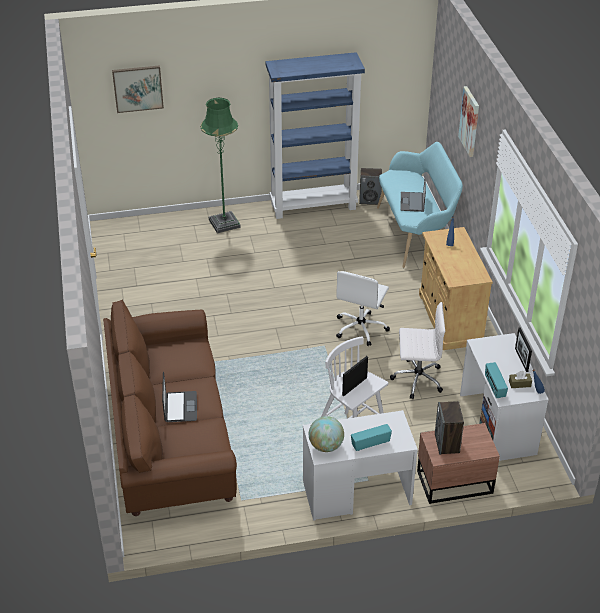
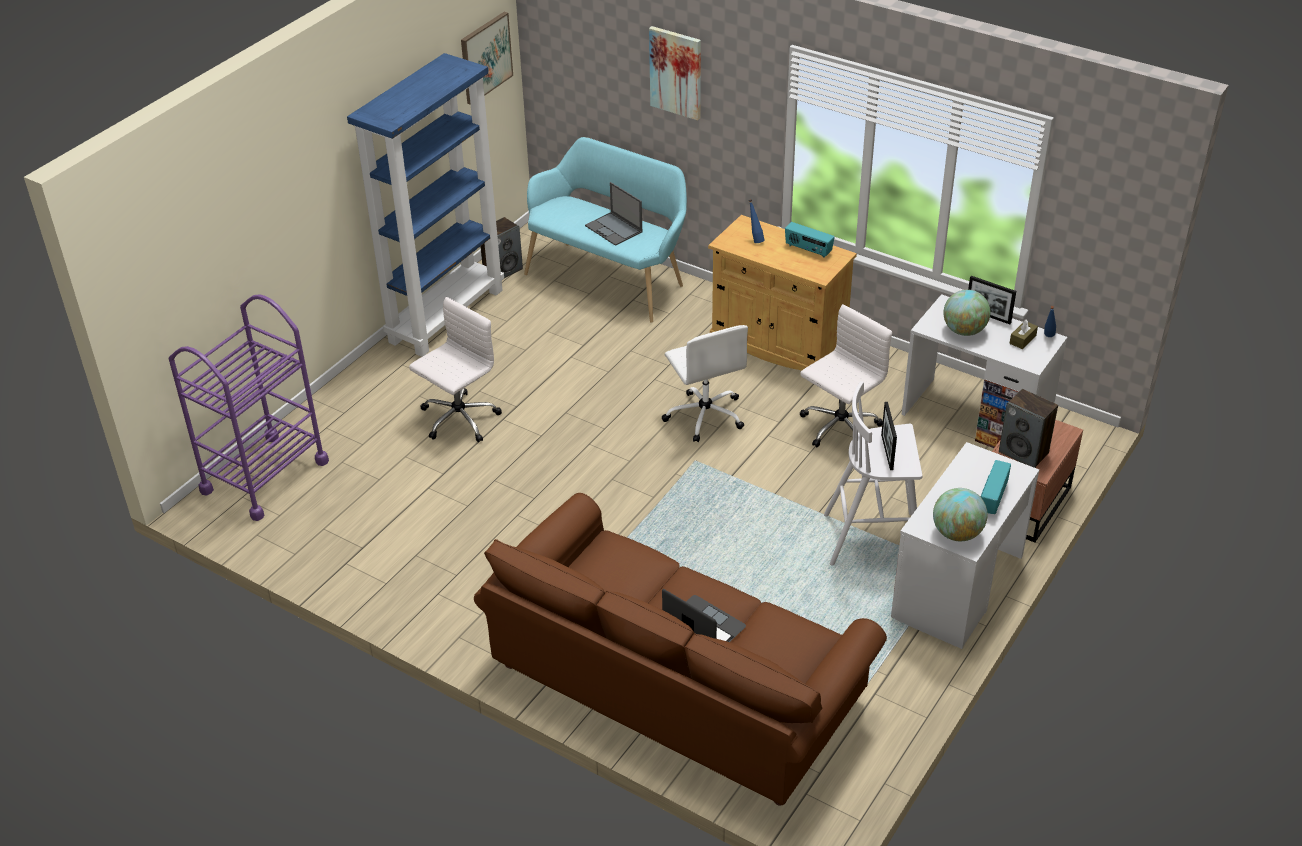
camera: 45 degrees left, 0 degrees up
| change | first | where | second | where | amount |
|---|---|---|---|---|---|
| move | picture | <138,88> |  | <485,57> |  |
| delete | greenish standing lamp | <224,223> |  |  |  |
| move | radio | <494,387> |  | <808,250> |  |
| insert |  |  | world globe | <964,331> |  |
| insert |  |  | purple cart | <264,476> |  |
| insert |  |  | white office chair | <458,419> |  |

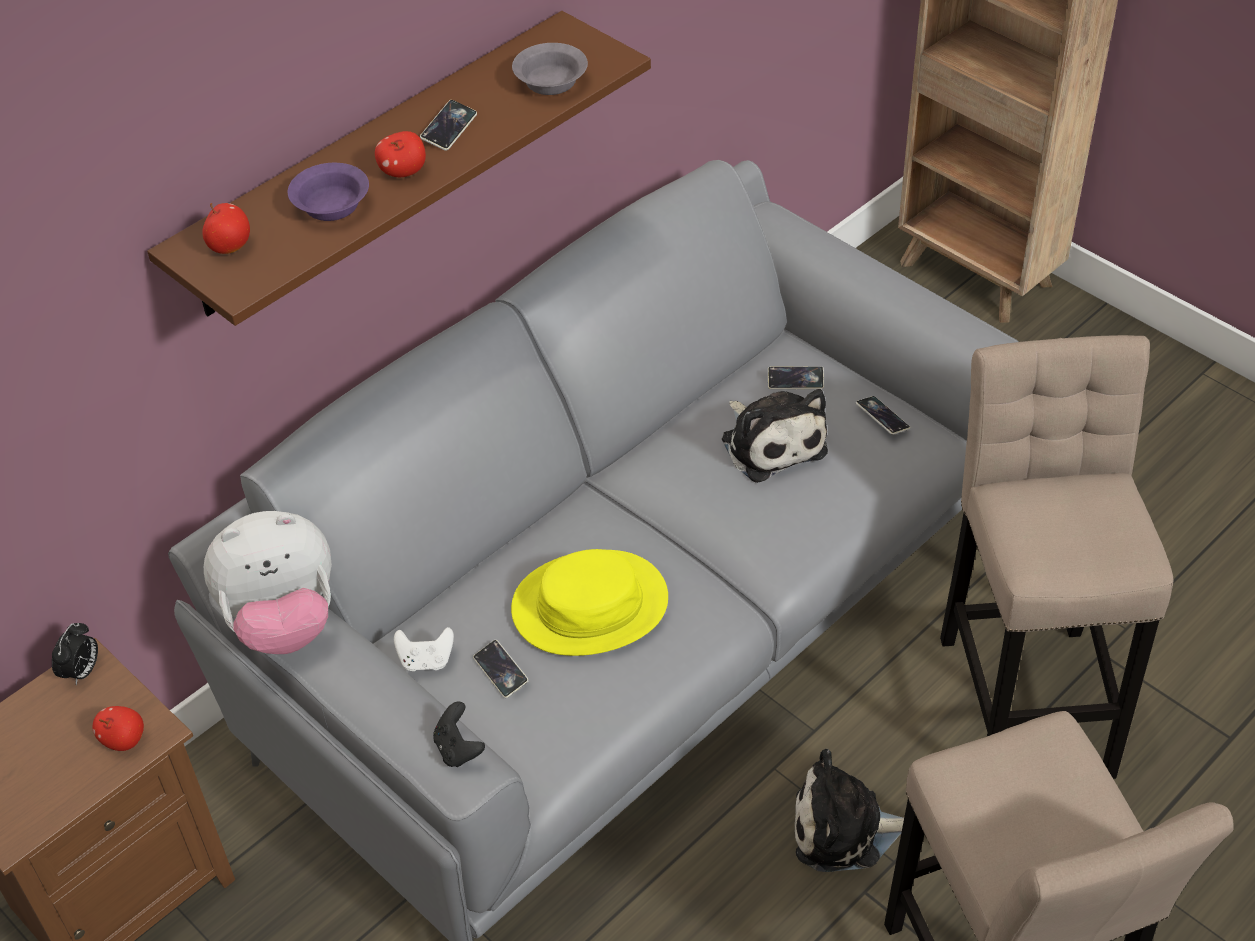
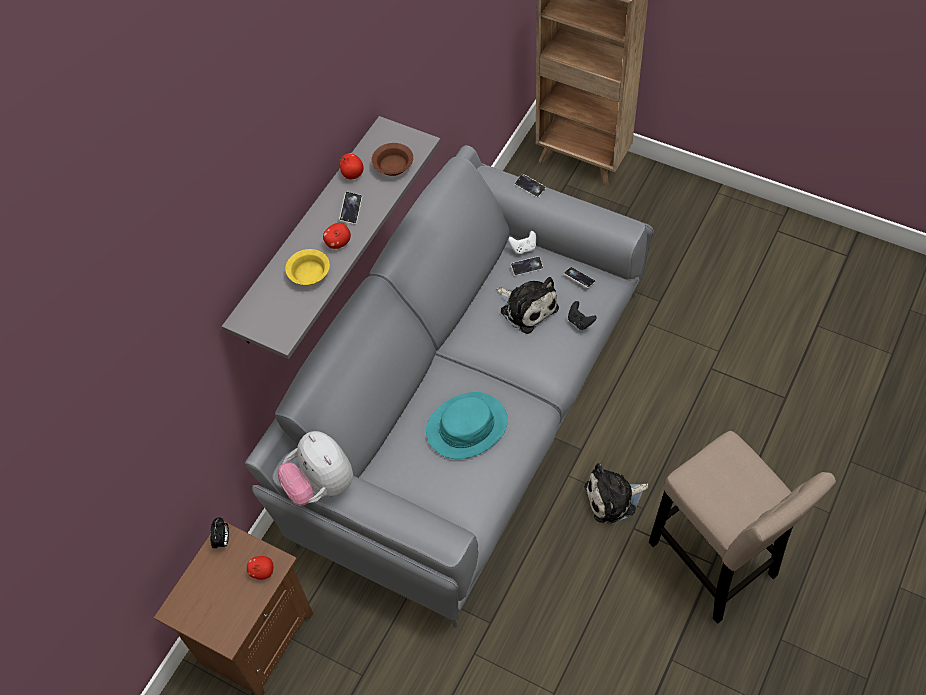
camera: 15 degrees left, 10 degrees up
| change | first | where | second | where | amount |
|---|---|---|---|---|---|
| recolor | brown wall shelf | <376,165> | grey wall shelf | <309,233> |  |
| recolor | grey bowl | <550,83> | brown bowl | <393,167> |  |
| recolor | purple bowl | <331,205> | yellow bowl | <308,273> |  |
| move | apple fruit | <230,246> |  | <352,174> |  |
| delete | beige sitting stool | <1026,694> |  |  |  |
| rotate | soft toy | <283,622> |  | <320,485> | 90 degrees clockwise |
| recolor | yellow clothing hat | <589,604> | blue-green clothing hat | <466,426> |  |
| move | white gamepad | <426,660> |  | <523,248> |  |
| move | handset | <501,671> |  | <530,187> |  |
| move | blackish gamepad | <458,749> |  | <580,322> |  |

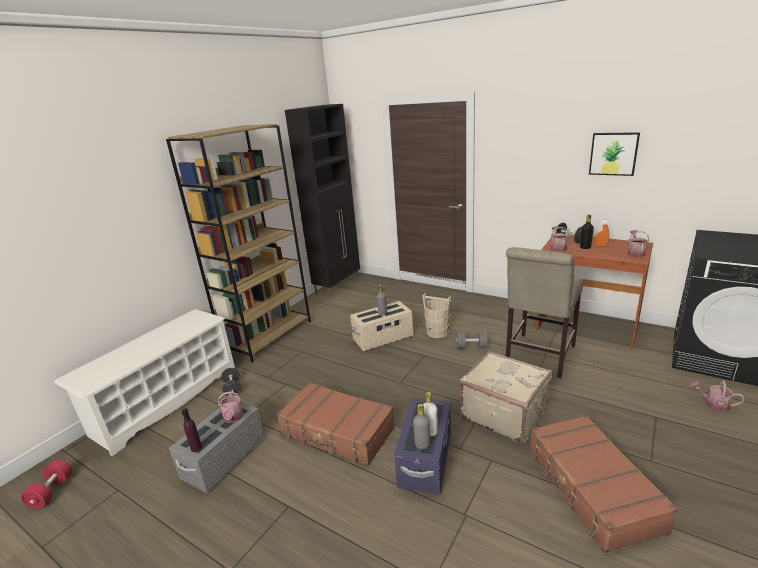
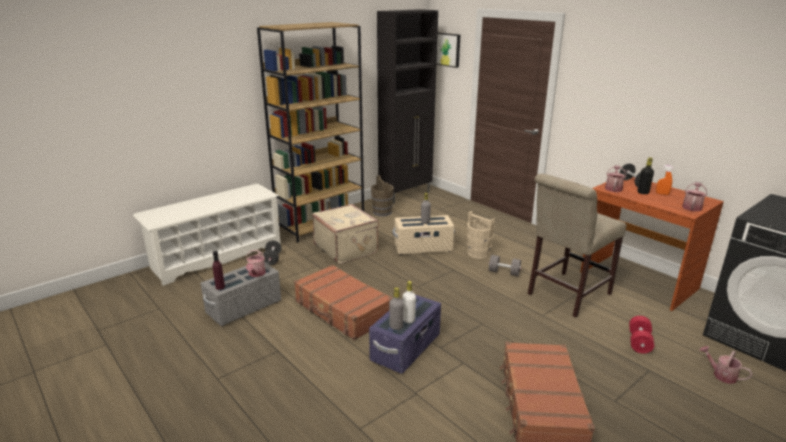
camera: 15 degrees right, 0 degrees up
| change | first | where | second | where | amount |
|---|---|---|---|---|---|
| move | picture | <613,153> |  | <448,49> |  |
| move | beige travel case | <504,413> |  | <346,248> |  |
| move | red hand weight | <52,491> |  | <639,342> |  |
| insert |  |  | brown bucket | <382,212> |  |

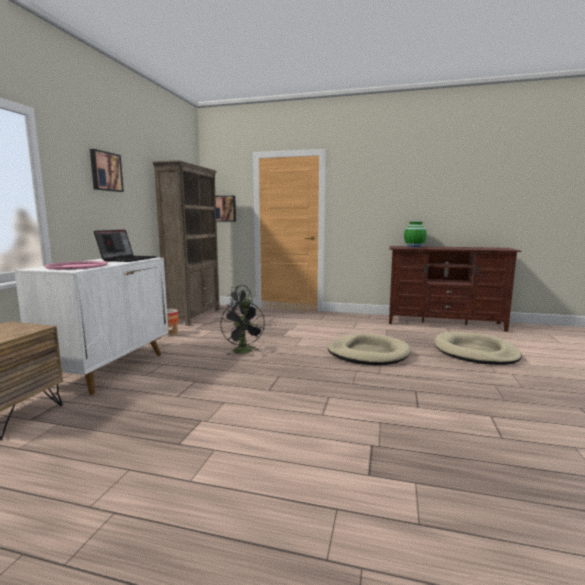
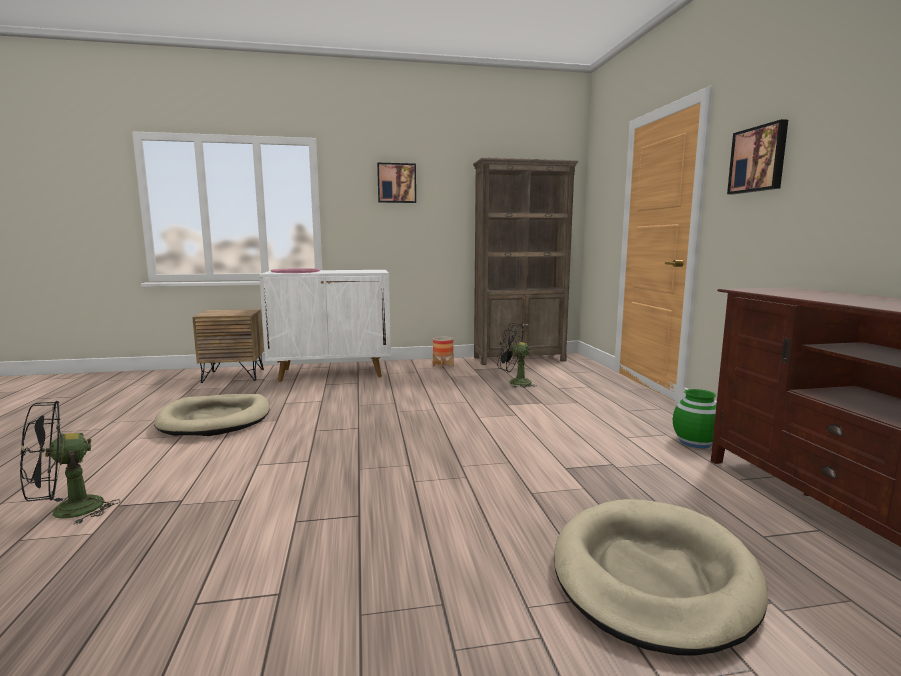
camera: 65 degrees right, 0 degrees up
| change | first | where | second | where | amount |
|---|---|---|---|---|---|
| move | picture | <224,208> |  | <759,159> |  |
| move | greenish decorative vase | <414,246> |  | <695,442> |  |
| delete | laptop | <127,259> |  |  |  |
| move | blackish fan | <244,352> |  | <66,512> |  |
| move | beige dog cushion | <368,353> |  | <216,419> |  |

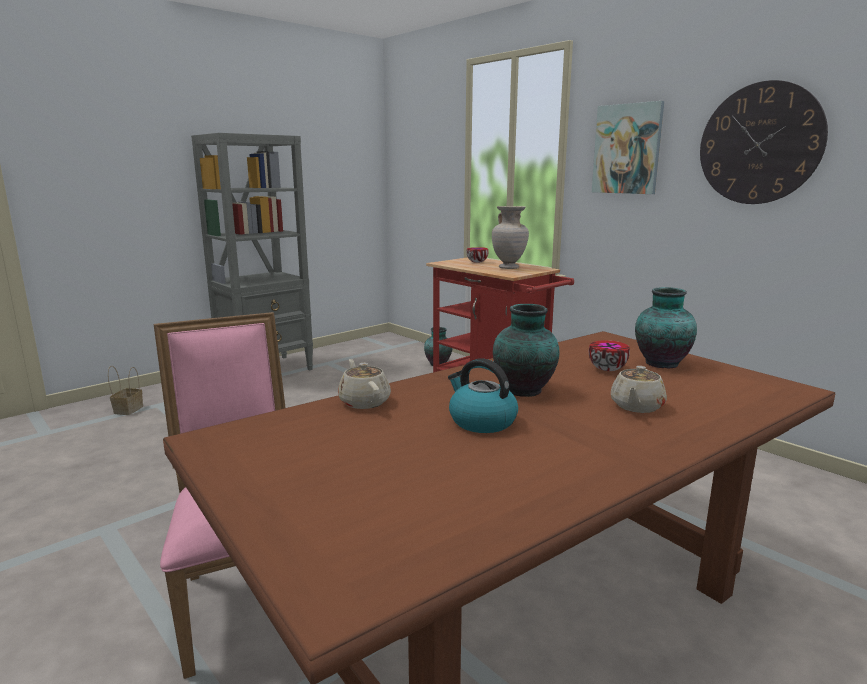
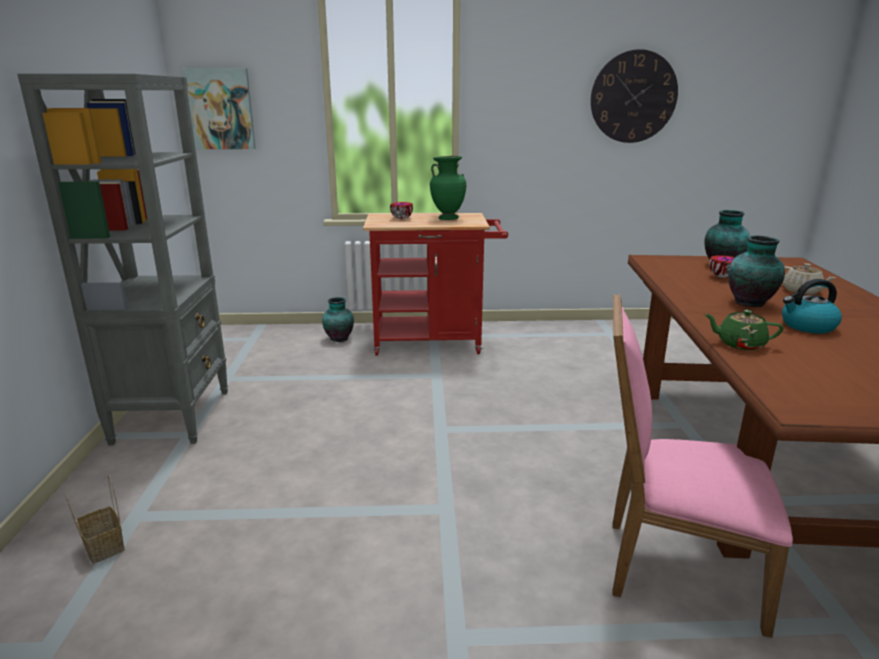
camera: 50 degrees left, 5 degrees up
| change | first | where | second | where | amount |
|---|---|---|---|---|---|
| move | picture | <627,149> |  | <220,109> |  |
| recolor | beige decorative vase | <509,268> | greenish decorative vase | <448,218> |  |
| recolor | beige teapot | <364,402> | greenish teapot | <739,344> |  |

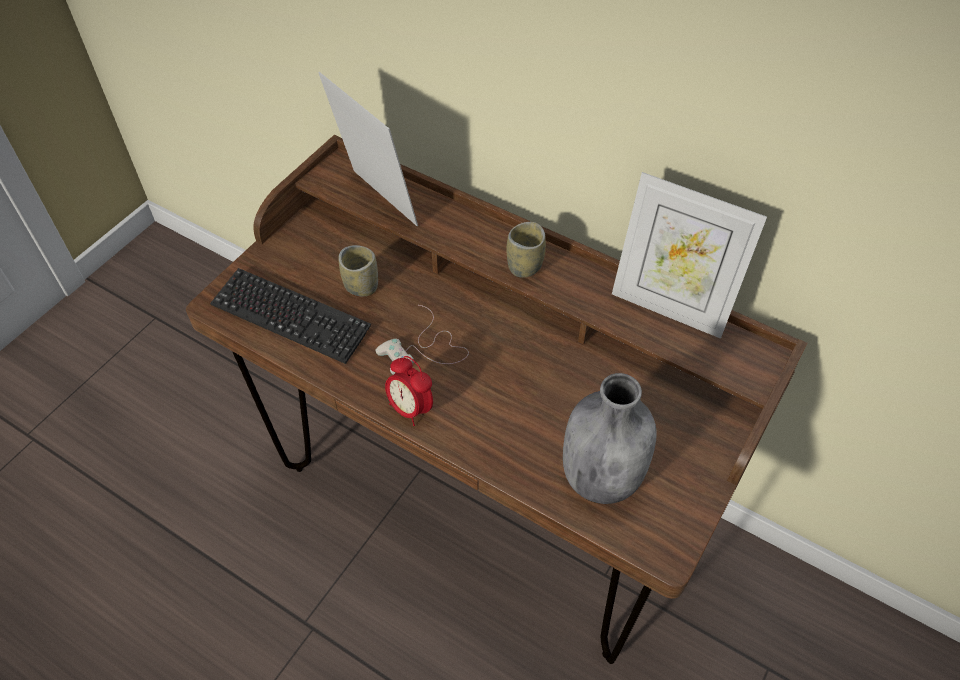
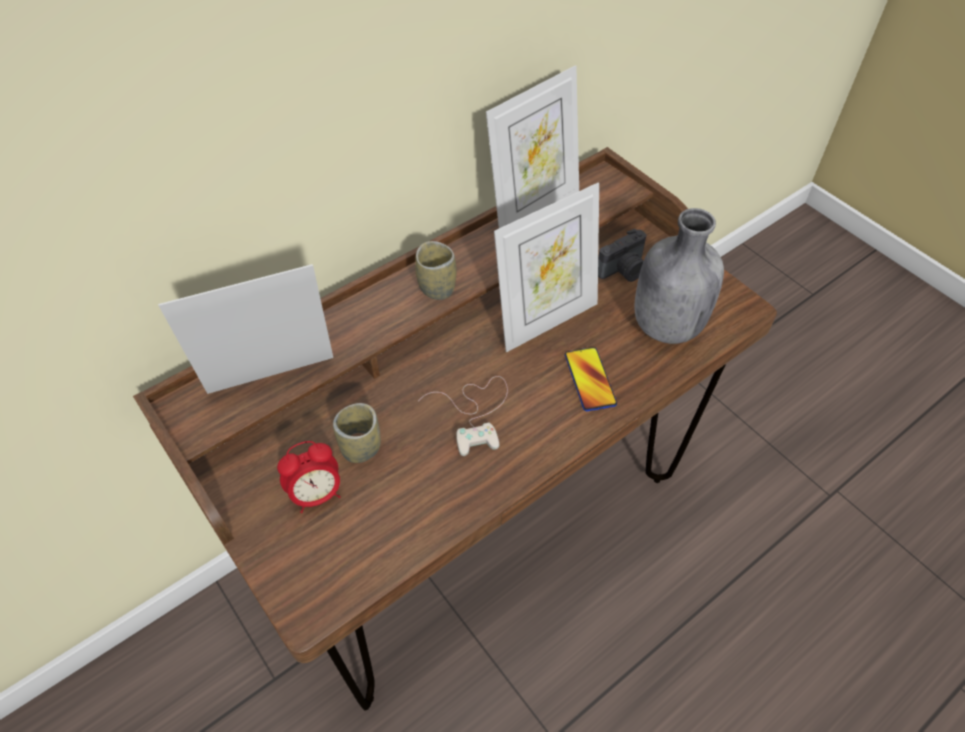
camera: 70 degrees left, 0 degrees up
| change | first | where | second | where | amount |
|---|---|---|---|---|---|
| delete | computer keyboard | <290,317> |  |  |  |
| move | bedside clock | <410,408> |  | <317,495> |  |
| insert |  |  | standing frame | <545,320> |  |
| insert |  |  | photo camera | <623,270> |  |
| insert |  |  | handset | <590,379> |  |

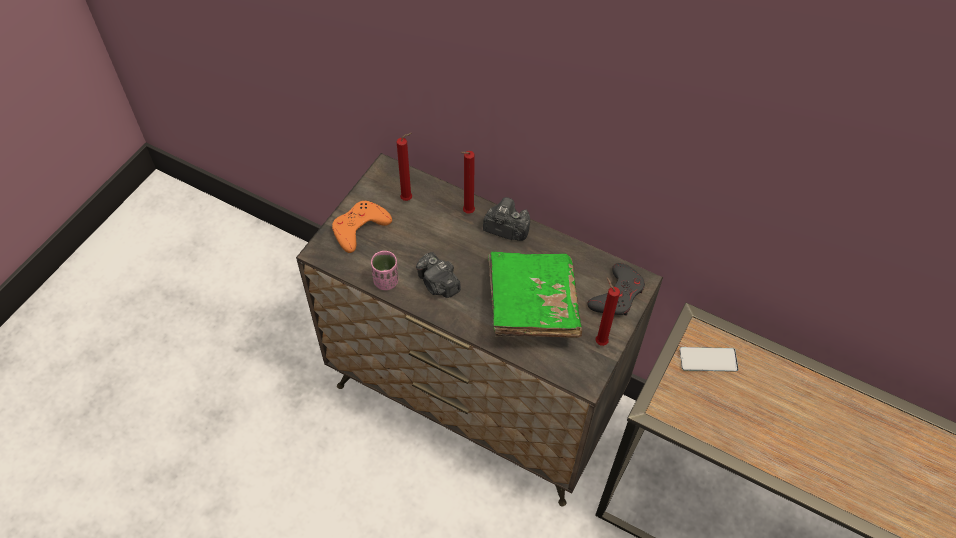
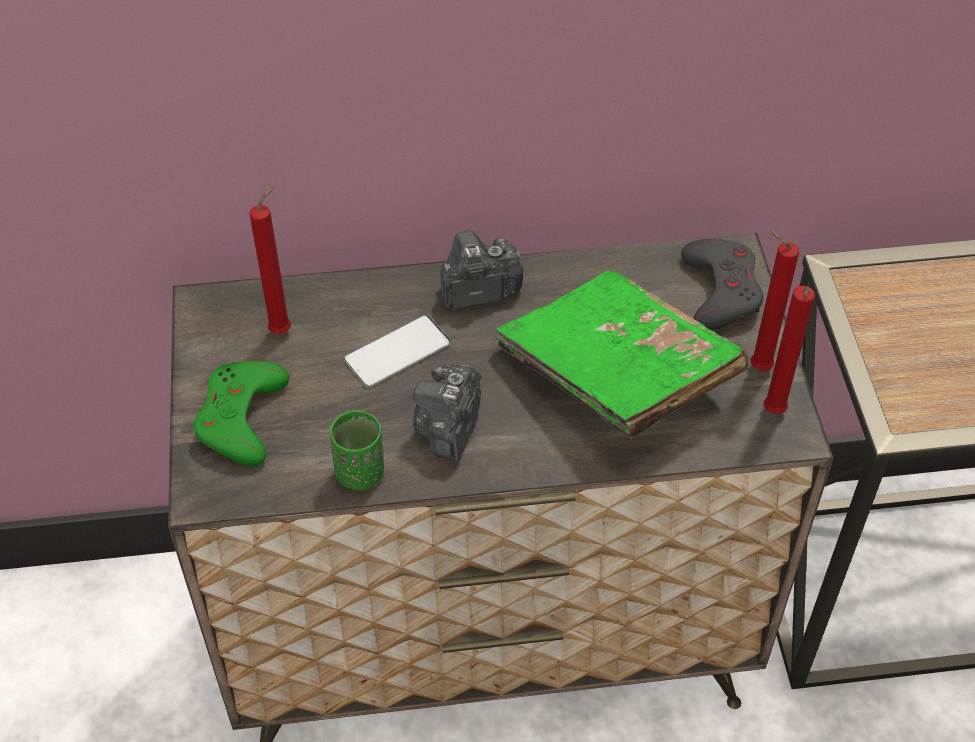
camera: 35 degrees left, 5 degrees down
| change | first | where | second | where | amount |
|---|---|---|---|---|---|
| move | red candle | <467,212> |  | <773,414> |  |
| recolor | orangey gamepad | <359,228> | greenish gamepad | <241,418> |  |
| recolor | pinkish small cup | <386,281> | greenish small cup | <360,473> |  |
| rotate | photo camera | <438,284> |  | <448,428> | 90 degrees clockwise |
| move | handset | <708,359> |  | <397,352> |  |

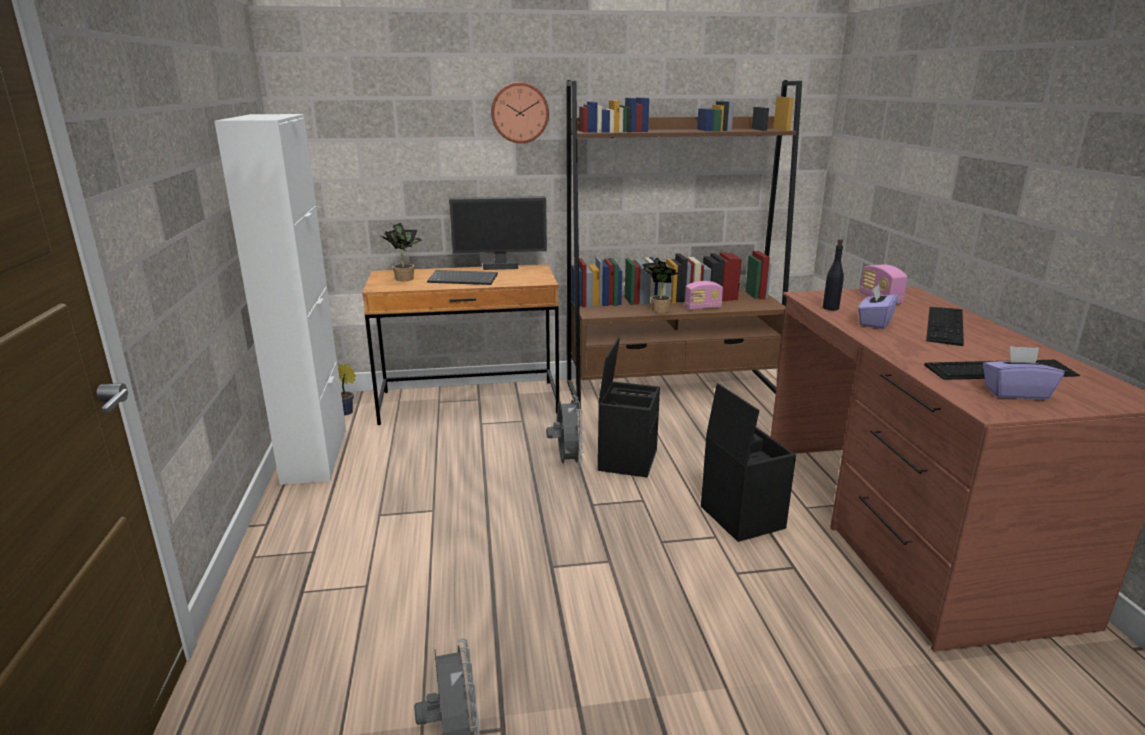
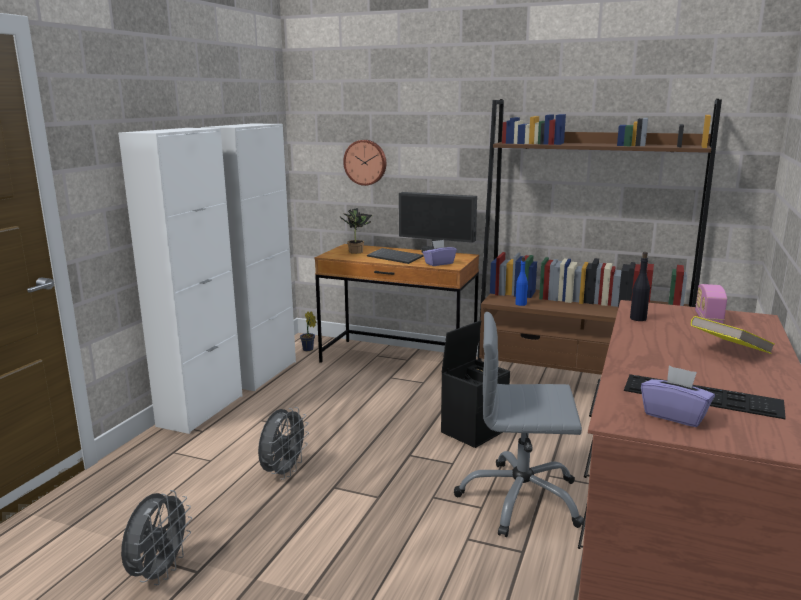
camera: 30 degrees right, 5 degrees down
| change | first | where | second | where | amount |
|---|---|---|---|---|---|
| move | hanging clock | <519,113> |  | <365,162> |  |
| delete | plant in a pot | <657,309> |  |  |  |
| delete | radio | <702,308> |  |  |  |
| move | purple tissue box | <874,322> |  | <439,263> |  |
| replace | computer keyboard | <945,325> | yellow book | <729,351> |  |
| replace | blackish storage container | <740,517> | grey office chair | <520,499> |  |
| move | grey fan | <567,462> |  | <283,472> |  |
| insert |  |  | white storage cabinet | <201,410> |  |
| insert |  |  | blue beverage bottle | <521,304> |  |

